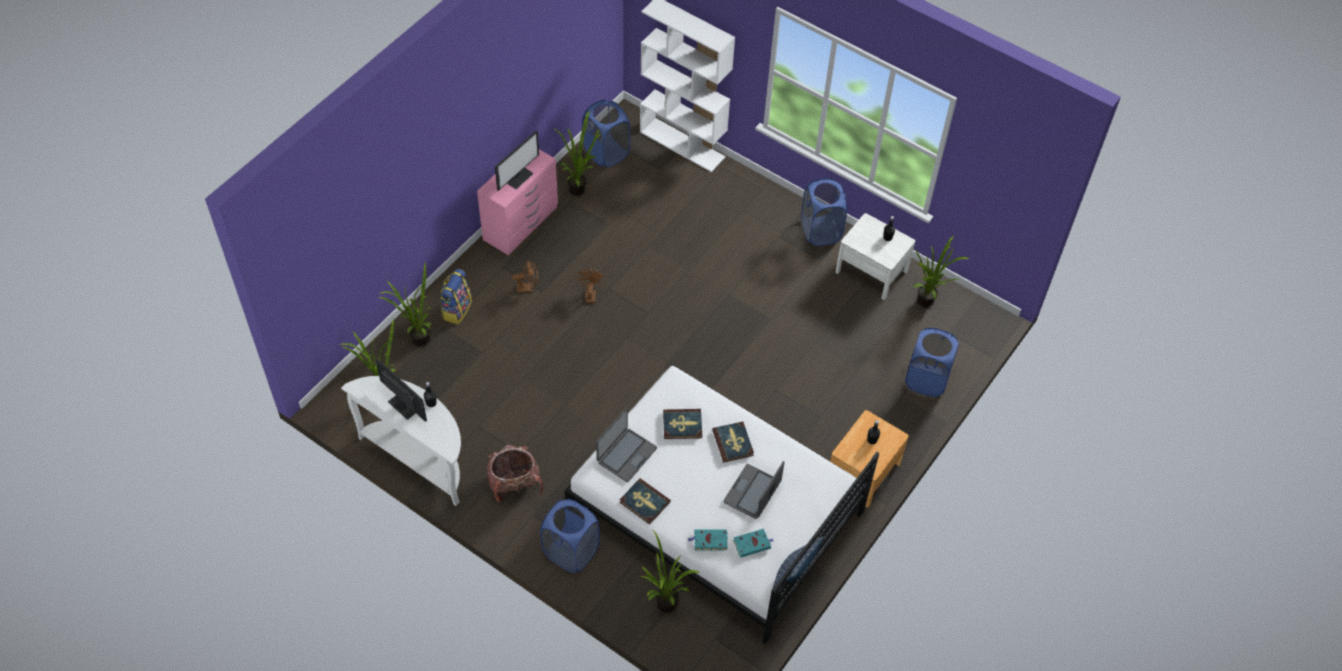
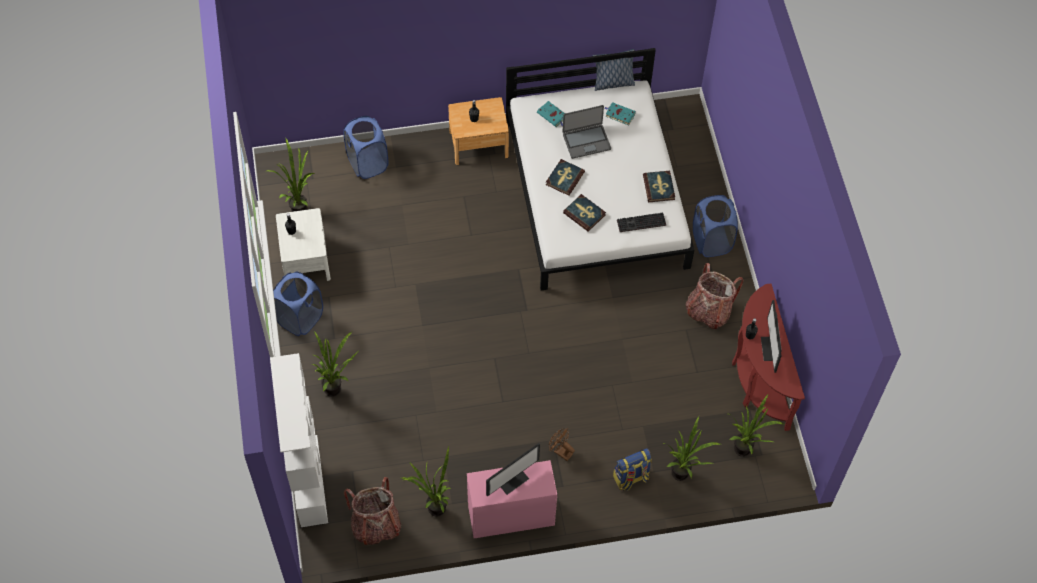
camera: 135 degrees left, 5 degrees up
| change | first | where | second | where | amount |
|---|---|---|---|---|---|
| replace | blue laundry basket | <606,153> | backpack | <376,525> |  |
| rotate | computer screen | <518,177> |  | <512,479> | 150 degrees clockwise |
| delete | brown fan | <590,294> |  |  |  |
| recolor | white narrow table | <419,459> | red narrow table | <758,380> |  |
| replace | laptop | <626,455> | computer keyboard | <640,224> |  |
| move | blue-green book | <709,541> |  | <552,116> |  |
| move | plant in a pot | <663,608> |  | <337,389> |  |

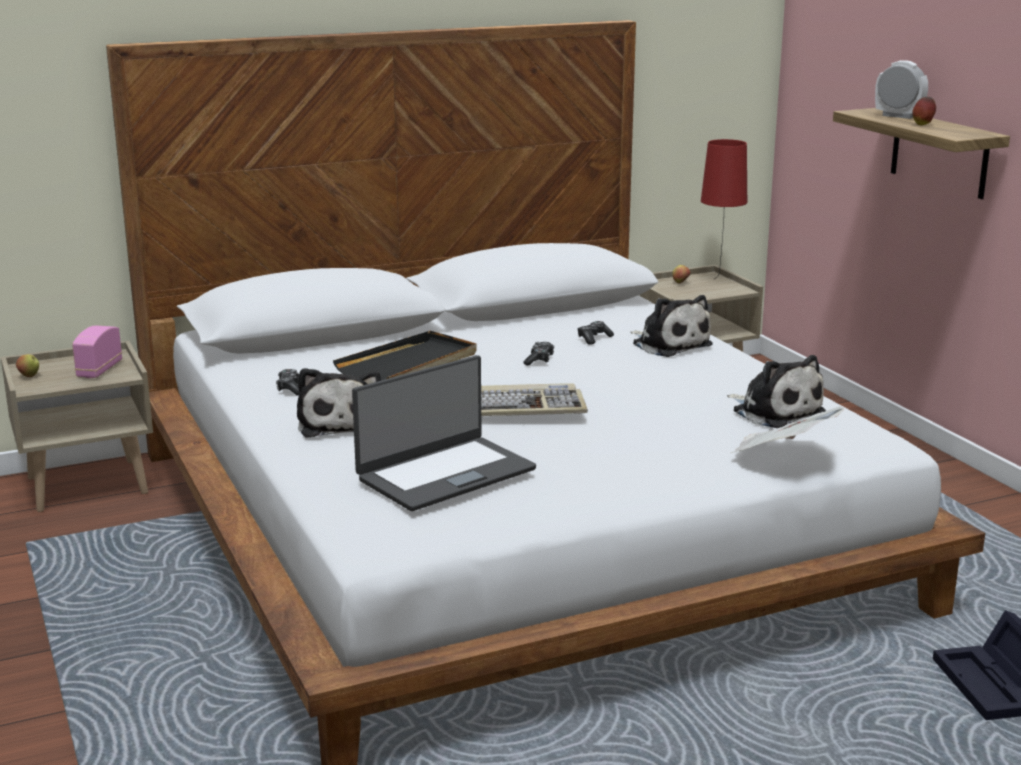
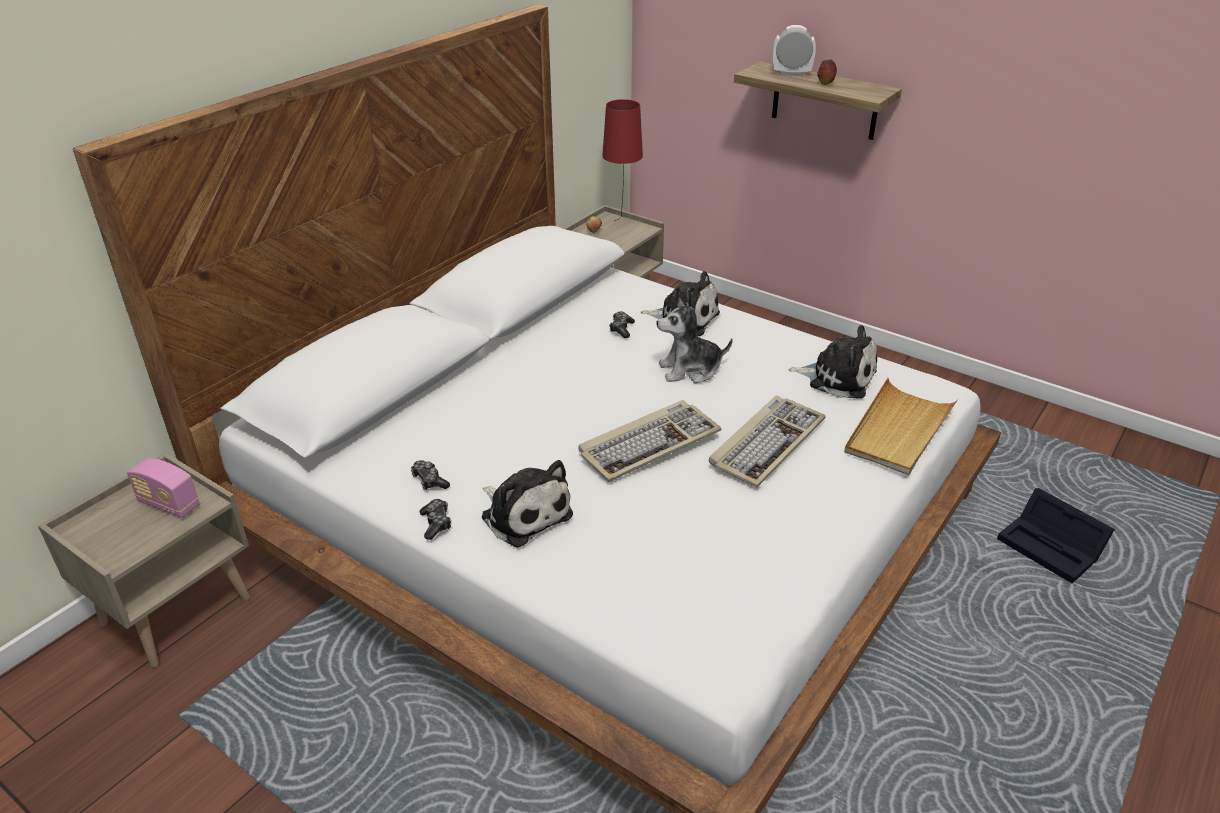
camera: 30 degrees left, 15 degrees up
| change | first | where | second | where | amount |
|---|---|---|---|---|---|
| rotate | radio | <99,370> |  | <169,504> | 45 degrees counterclockwise |
| delete | blackish tray | <408,363> |  |  |  |
| move | gamepad | <539,360> |  | <436,523> |  |
| delete | apple fruit | <29,376> |  |  |  |
| delete | laptop | <445,473> |  |  |  |
| replace | newspaper | <783,457> | beige tray | <898,430> |  |
| insert |  |  | soft toy | <690,370> |  |
| insert |  |  | computer keyboard | <766,443> |  |

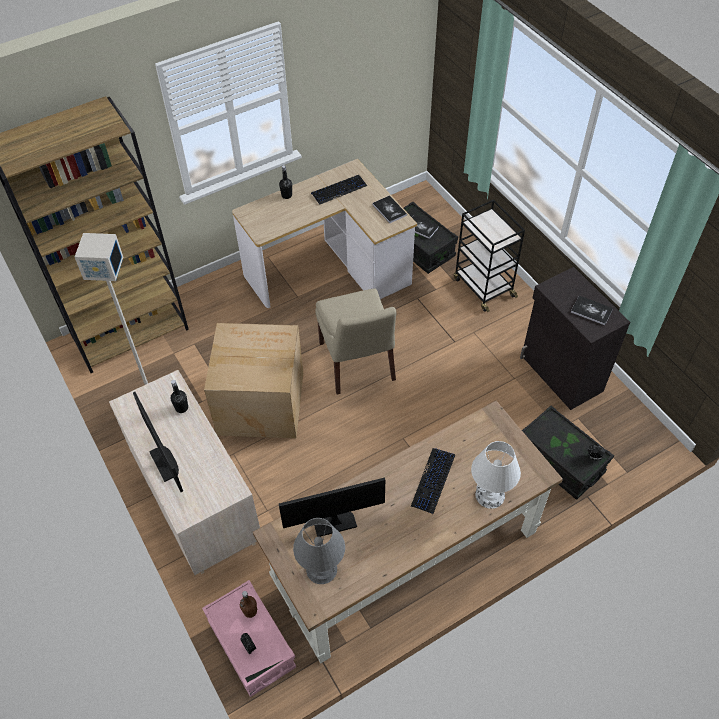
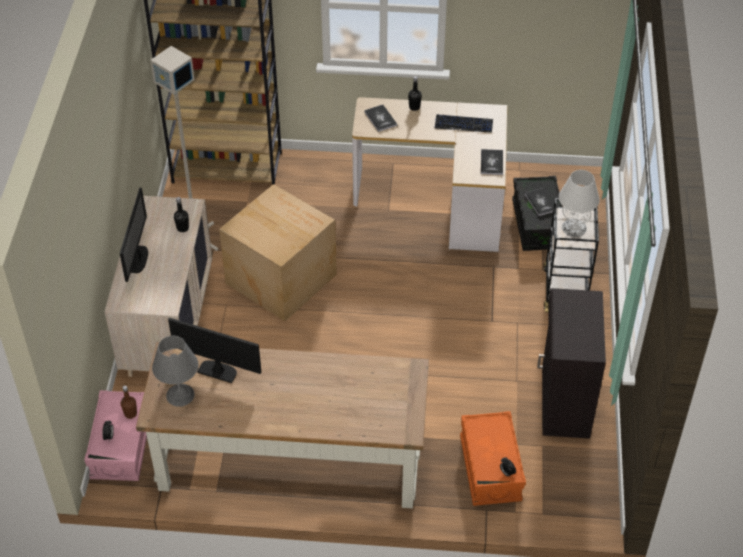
camera: 35 degrees right, 5 degrees down
| change | first | where | second | where | amount |
|---|---|---|---|---|---|
| delete | beige upright chair | <357,363> |  |  |  |
| move | book | <591,311> |  | <380,118> |  |
| recolor | blackish storage container | <560,461> | orangey storage container | <490,469> |  |
| move | white table lamp | <489,495> |  | <573,228> |  |
| delete | computer keyboard | <433,481> |  |  |  |

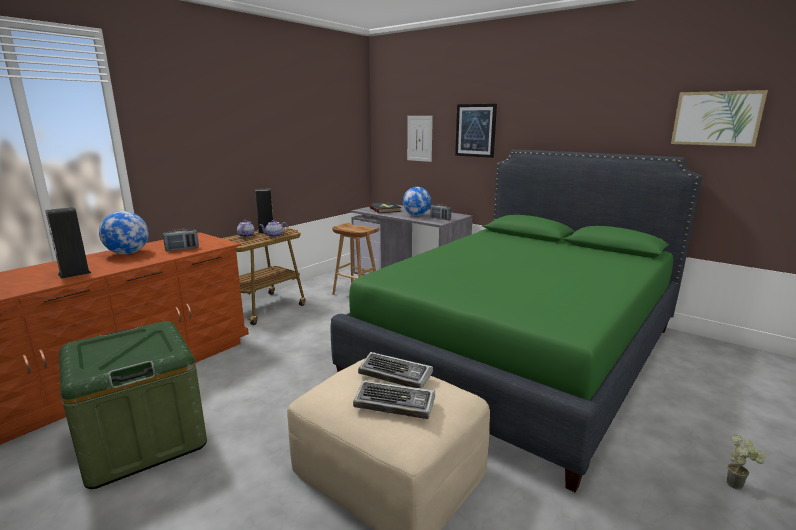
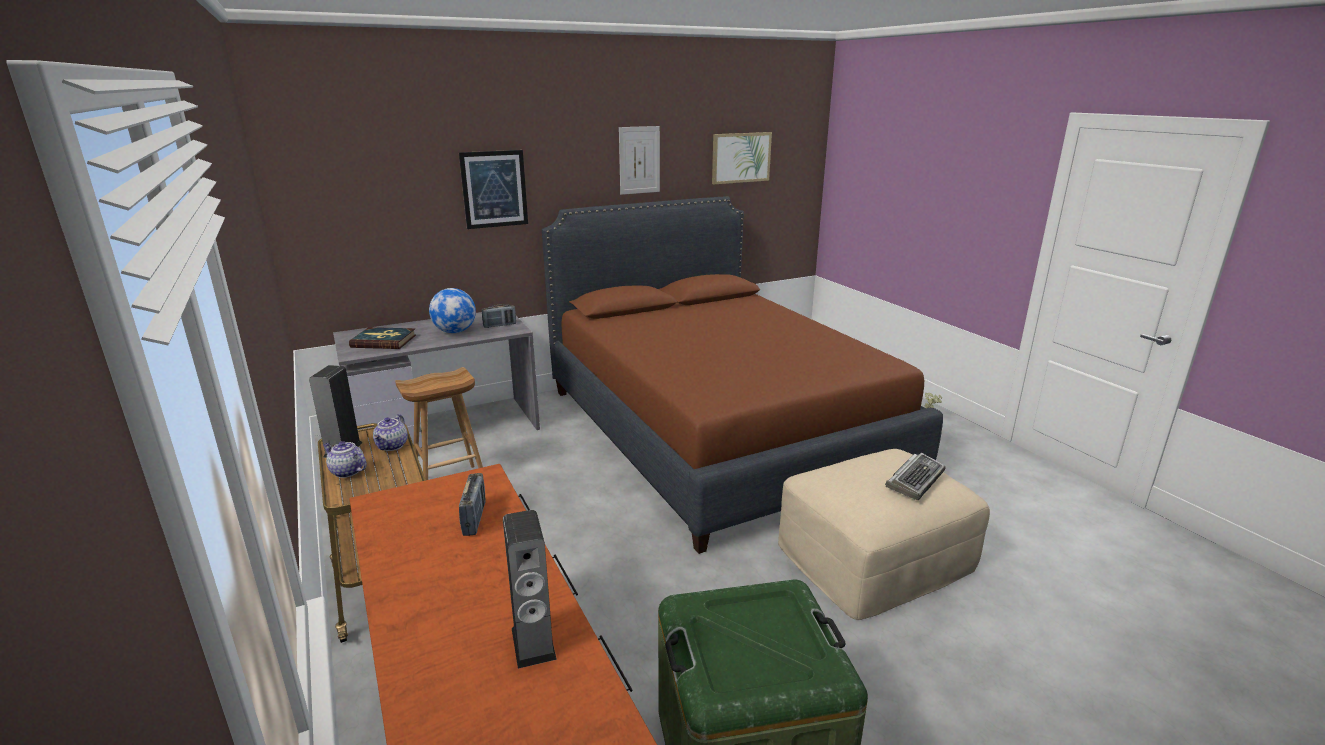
camera: 65 degrees left, 5 degrees up
| change | first | where | second | where | amount |
|---|---|---|---|---|---|
| move | picture | <419,138> |  | <639,160> |  |
| recolor | greenish bedroom bed | <520,352> | brown bedroom bed | <718,431> |  |
| delete | world globe | <128,253> |  |  |  |
| delete | computer keyboard | <396,375> |  |  |  |

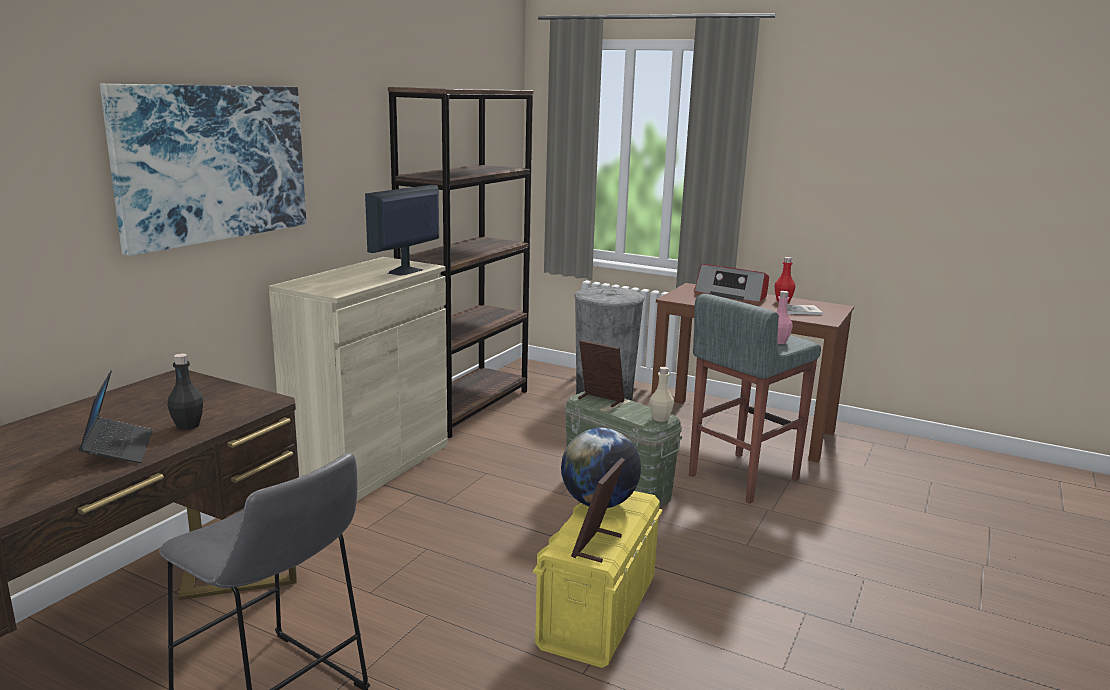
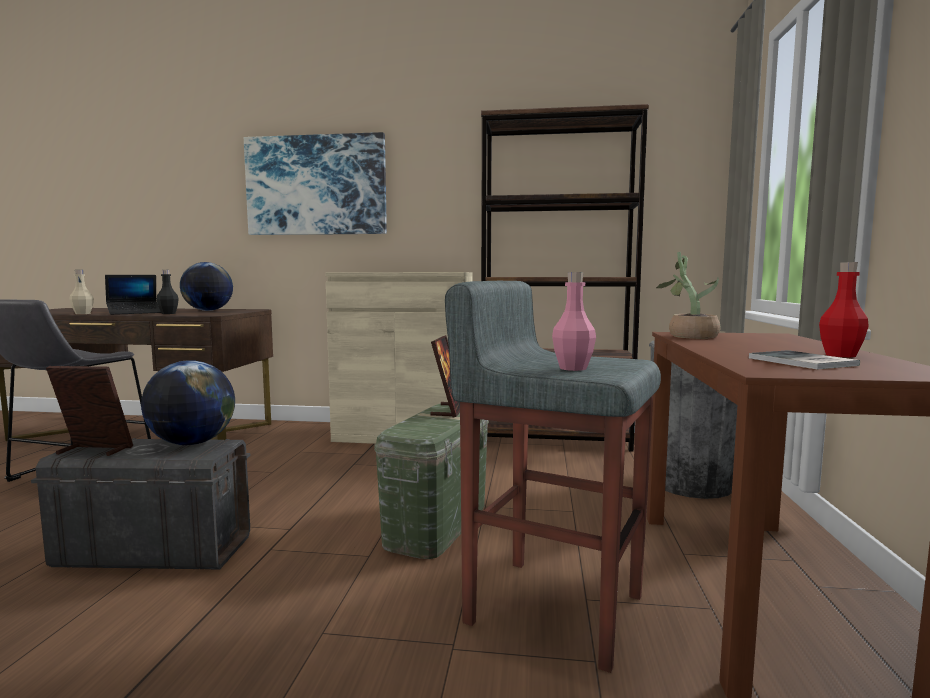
camera: 70 degrees right, 10 degrees down
| change | first | where | second | where | amount |
|---|---|---|---|---|---|
| delete | computer screen | <405,271> |  |  |  |
| delete | radio | <732,294> |  |  |  |
| move | beige beverage bottle | <660,418> |  | <83,313> |  |
| recolor | yellow storage container | <597,612> | grey storage container | <154,551> |  |
| insert |  |  | plant in a pot | <688,335> |  |
| insert |  |  | world globe | <208,310> |  |

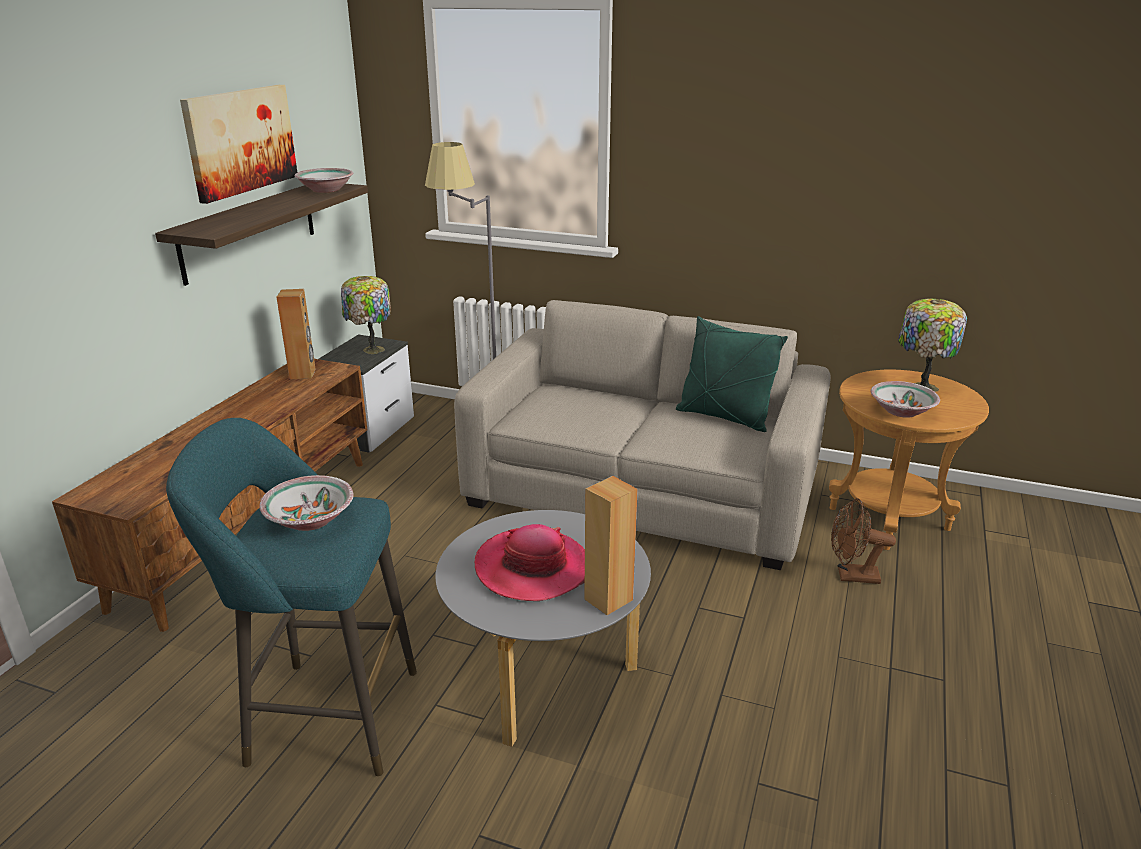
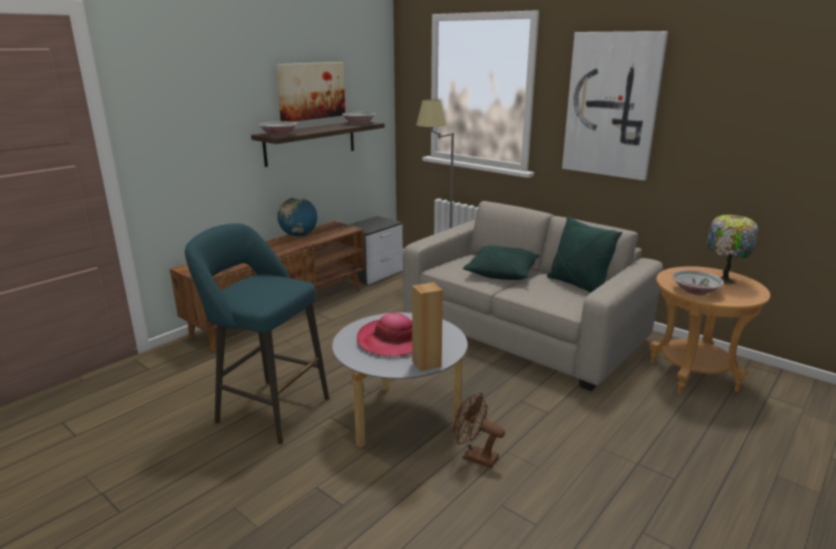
camera: 20 degrees right, 5 degrees down
| change | first | where | second | where | amount |
|---|---|---|---|---|---|
| delete | table lamp | <371,349> |  |  |  |
| delete | brown audio speaker | <303,374> |  |  |  |
| move | bowl | <309,520> |  | <278,135> |  |
| move | brown fan | <851,576> |  | <474,456> |  |
| insert |  |  | picture | <612,105> |  |
| insert |  |  | world globe | <299,235> |  |
| insert |  |  | greenish cushion | <501,273> |  |

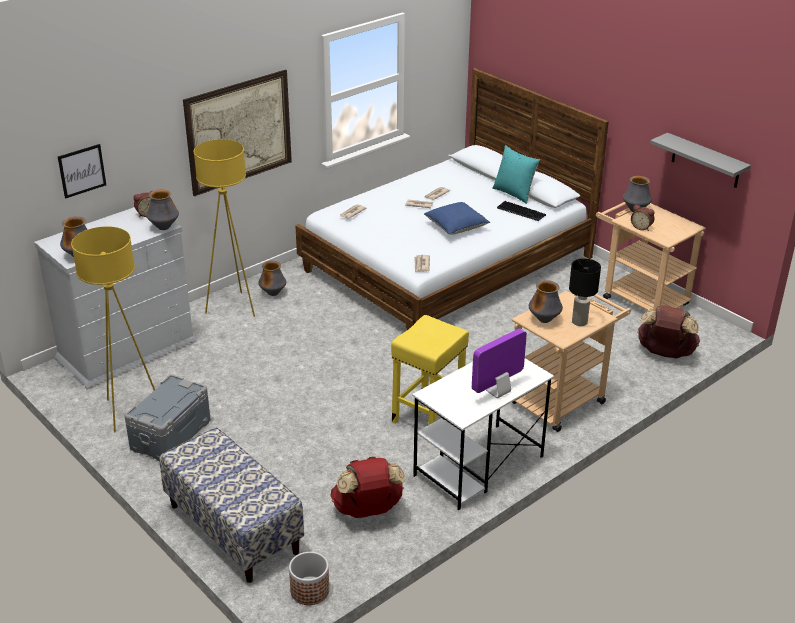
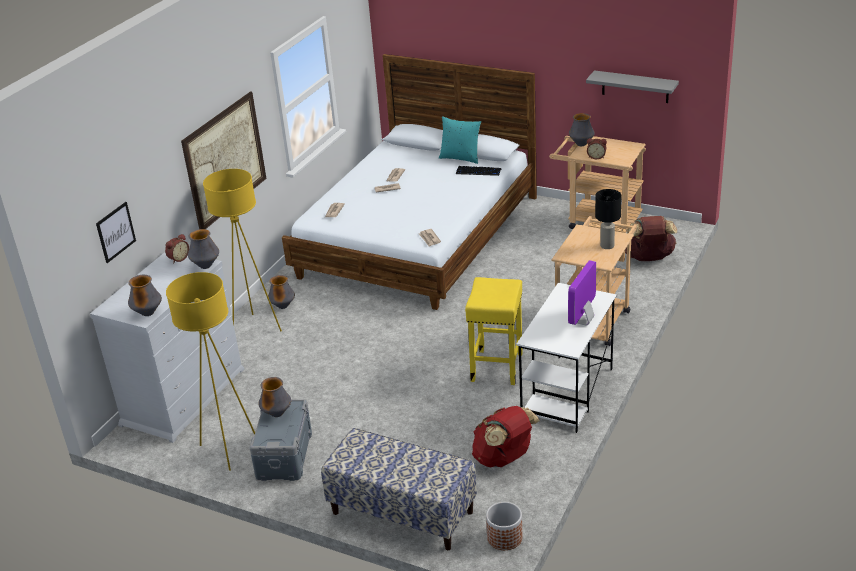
camera: 20 degrees left, 0 degrees up
| change | first | where | second | where | amount |
|---|---|---|---|---|---|
| delete | blue cushion | <456,227> |  |  |  |
| move | decorative vase | <544,320> |  | <277,414> |  |

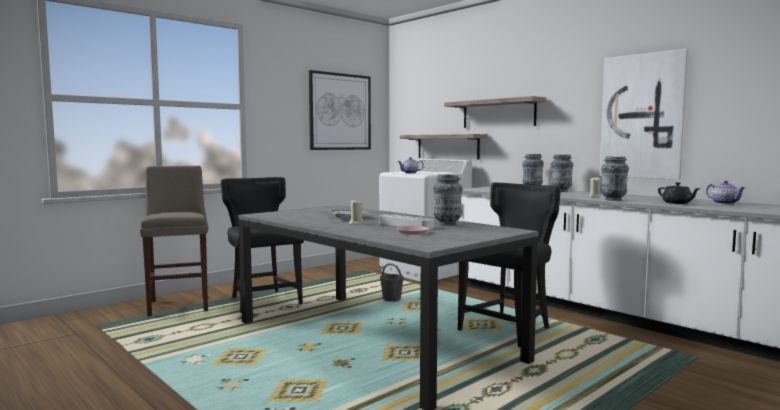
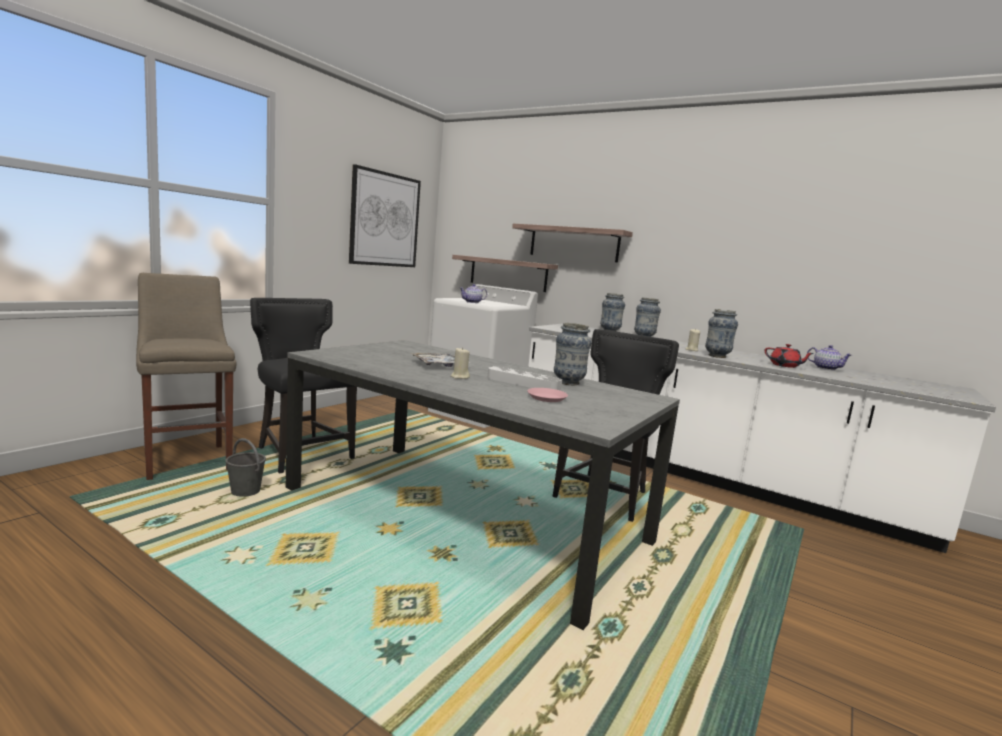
camera: 15 degrees left, 5 degrees up
| change | first | where | second | where | amount |
|---|---|---|---|---|---|
| delete | picture | <643,116> |  |  |  |
| recolor | blackish teapot | <677,203> | red teapot | <785,366> |  |
| move | grey bucket | <392,299> |  | <246,492> |  |

